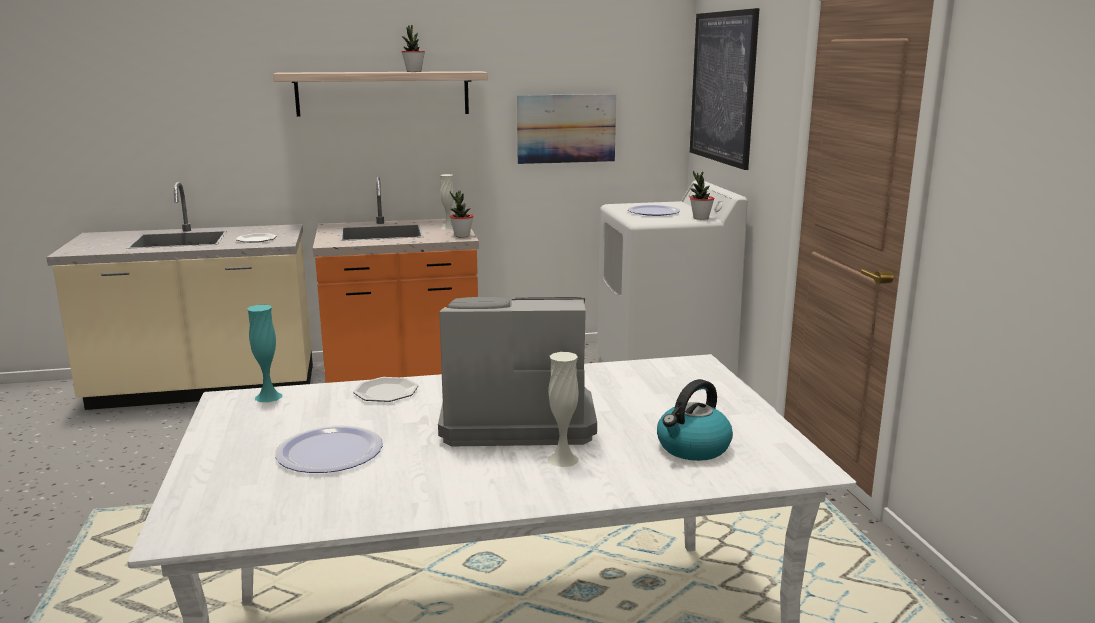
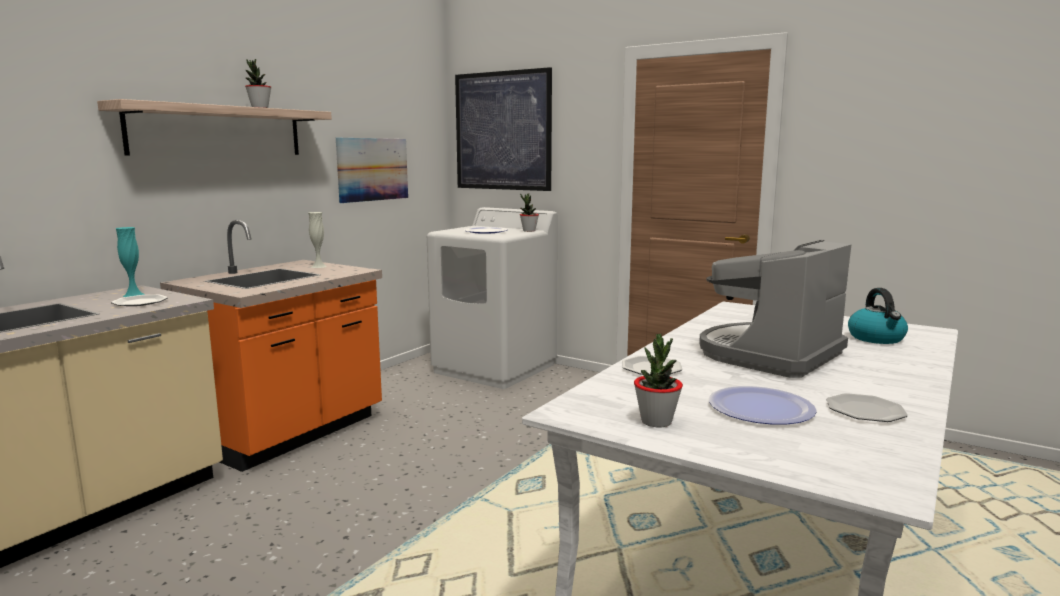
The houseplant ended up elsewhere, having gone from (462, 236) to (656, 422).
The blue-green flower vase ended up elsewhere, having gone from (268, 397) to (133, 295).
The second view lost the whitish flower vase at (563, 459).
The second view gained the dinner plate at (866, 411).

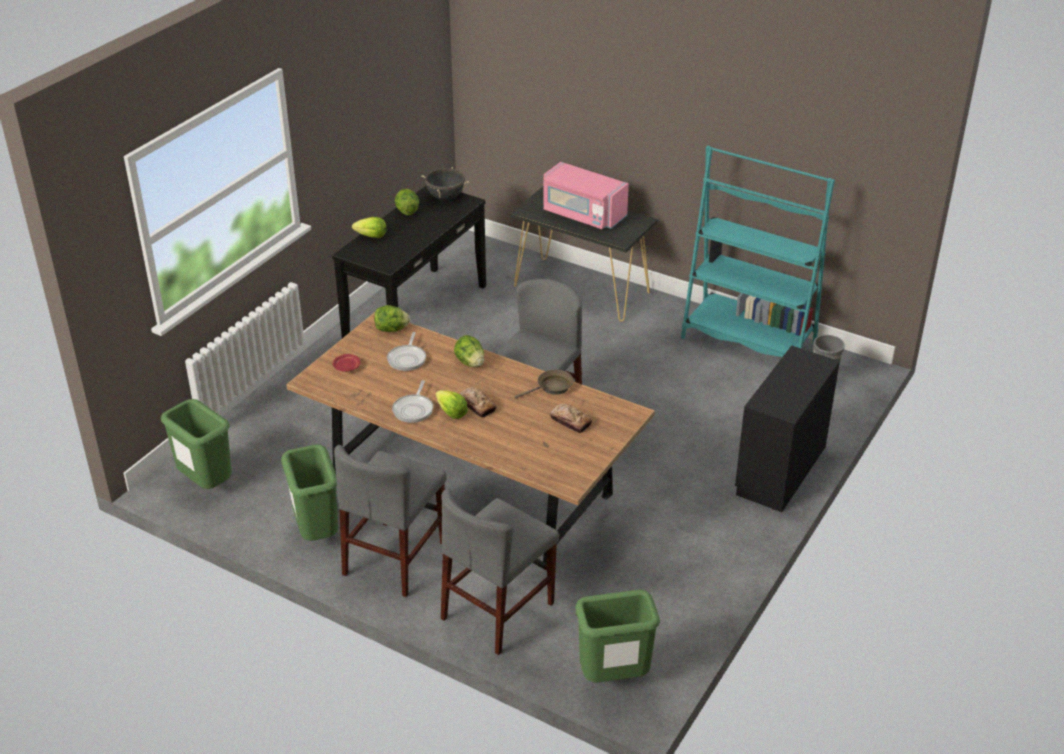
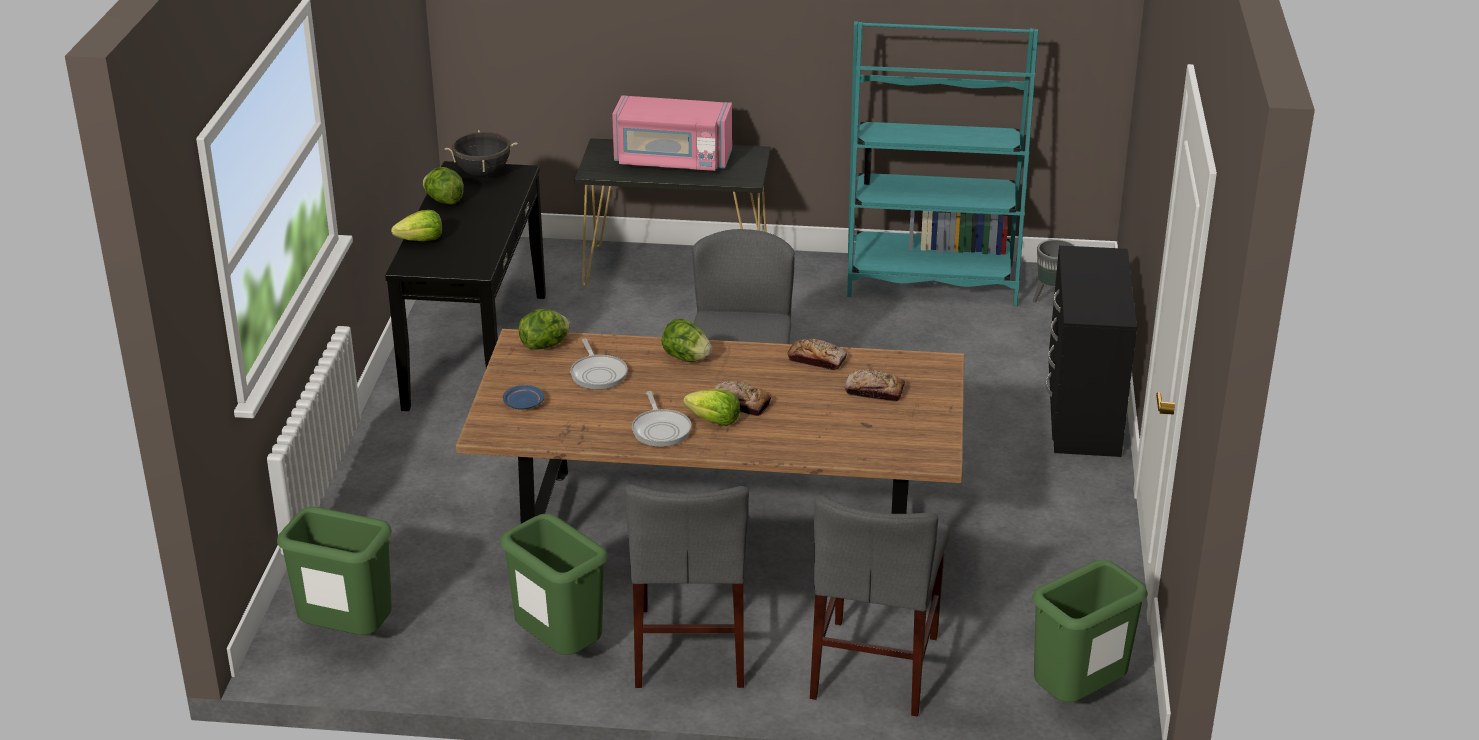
What was the red-coloured dinner plate at (346, 367) turned into the blue dinner plate at (523, 403).
Where the brownish pan stood at (552, 387), the baked bread came to stand at (817, 360).

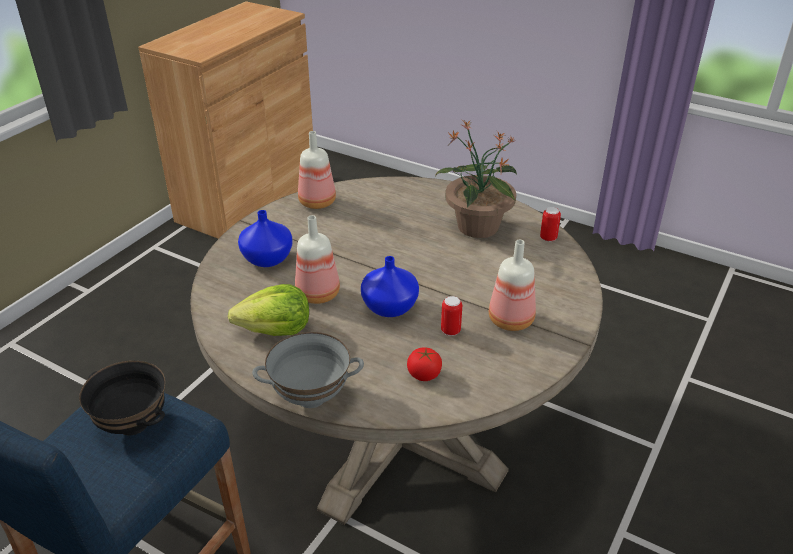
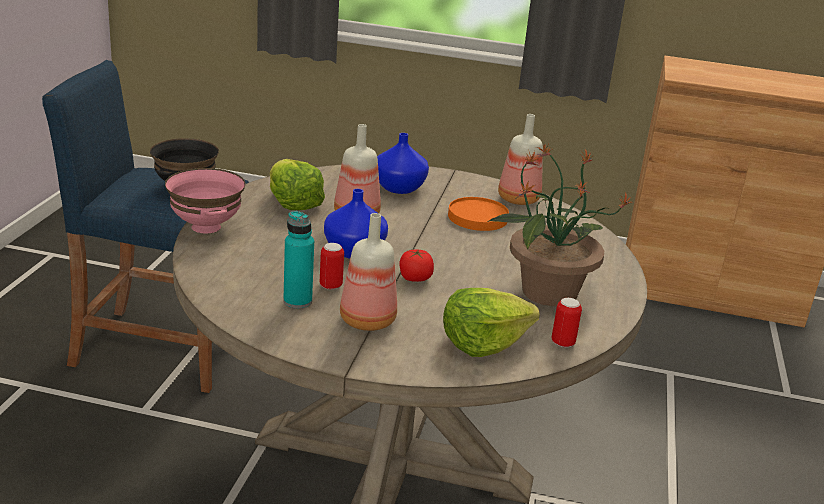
What was the greyish serving bowl at (310, 397) turned into the pink-coloured serving bowl at (205, 227).
The tomato ended up elsewhere, having gone from (424, 374) to (415, 278).
The second view gained the orange dinner plate at (478, 217).
The second view gained the blue-green bottle at (297, 301).
The second view gained the head of lettuce at (483, 342).

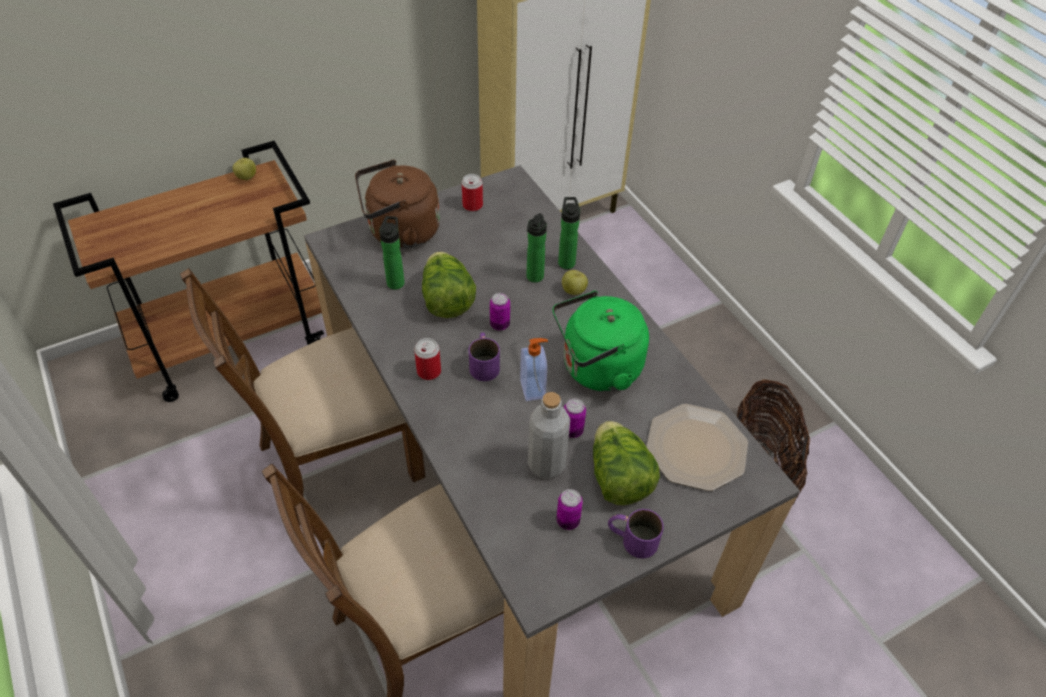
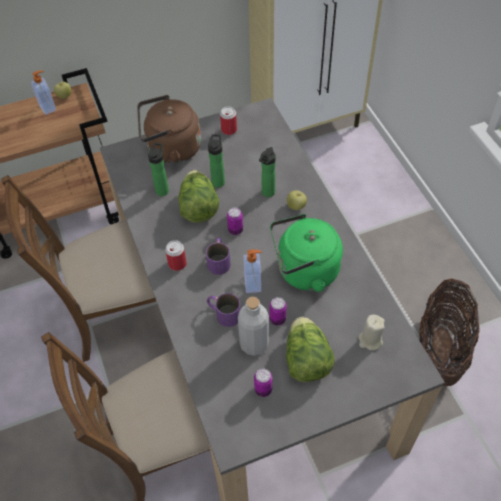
The bottle ended up elsewhere, having gone from (566, 261) to (218, 181).
Where the dinner plate stood at (696, 447), the sand-coloured candle came to stand at (370, 340).
The purple-coloured tea mug ended up elsewhere, having gone from (631, 538) to (223, 313).
The second view gained the soap bottle at (48, 107).

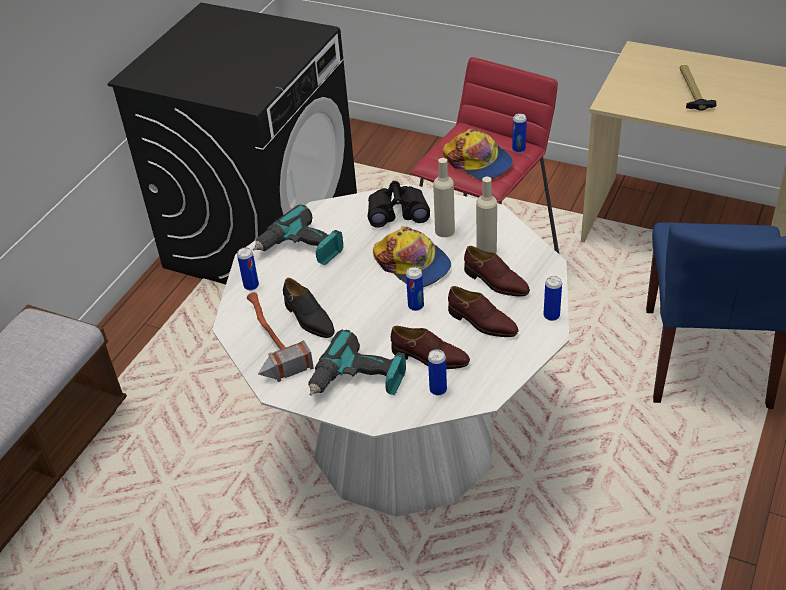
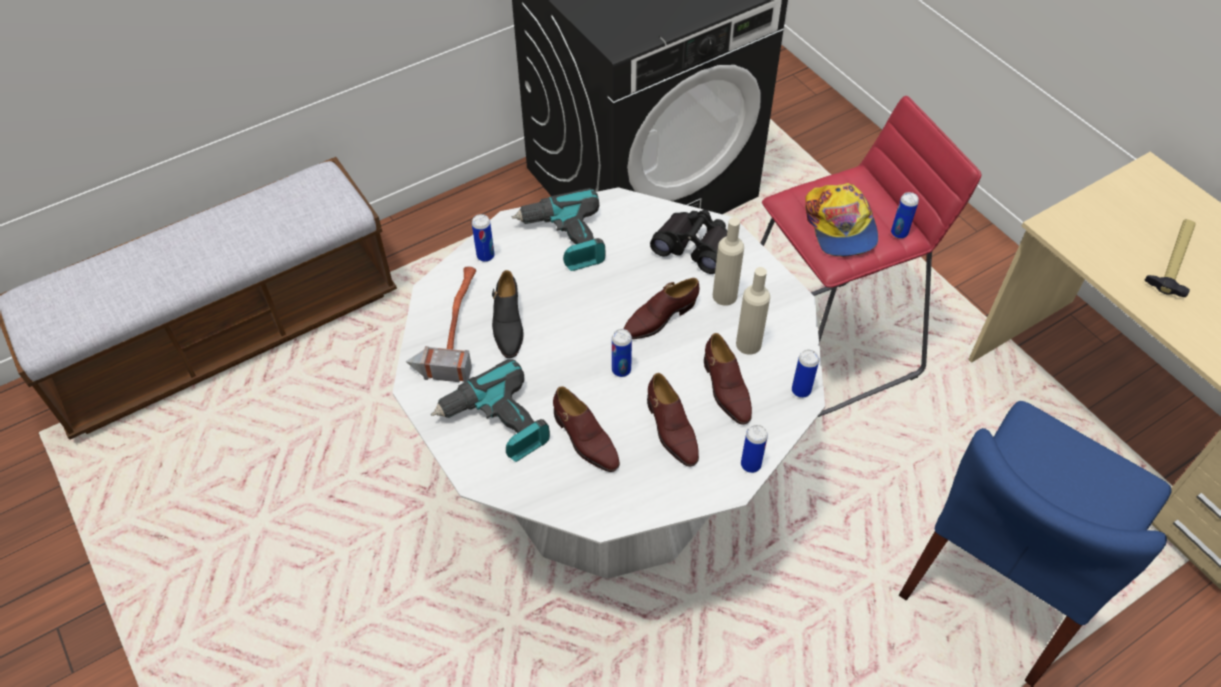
Where the peaked cap stood at (413, 263), the brownish low shoe came to stand at (659, 317).
The can ended up elsewhere, having gone from (438, 390) to (801, 390).

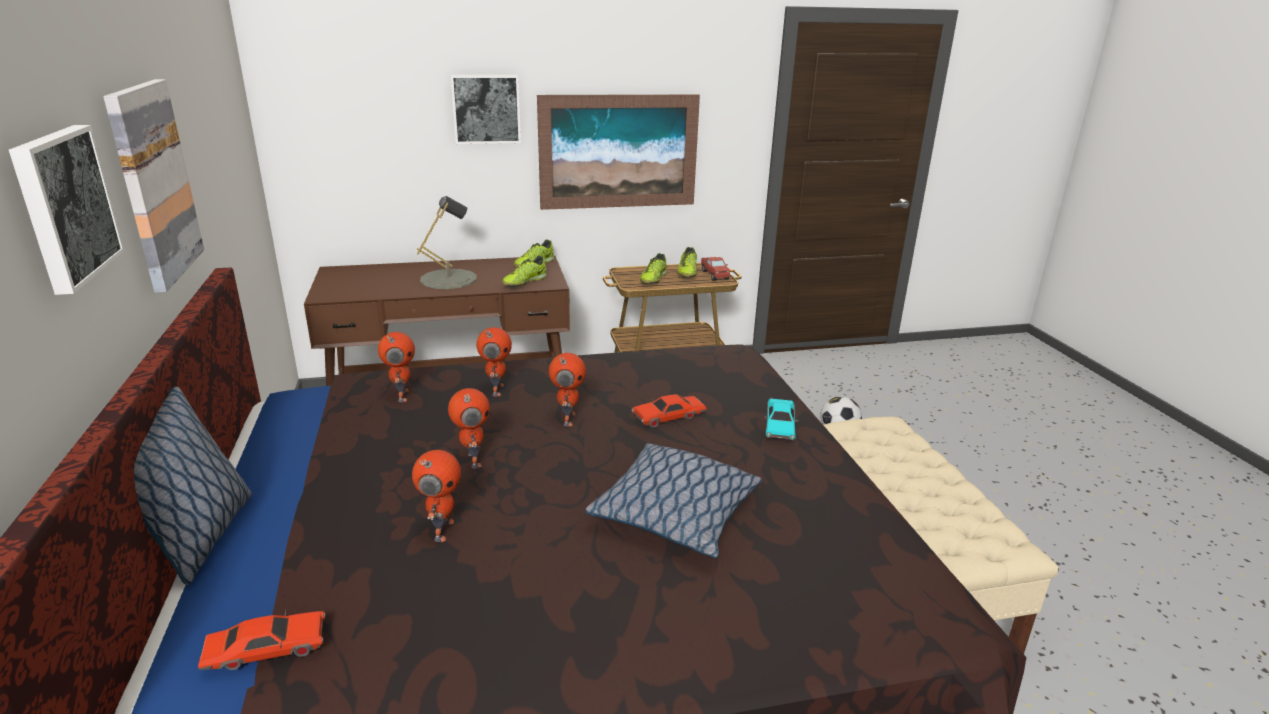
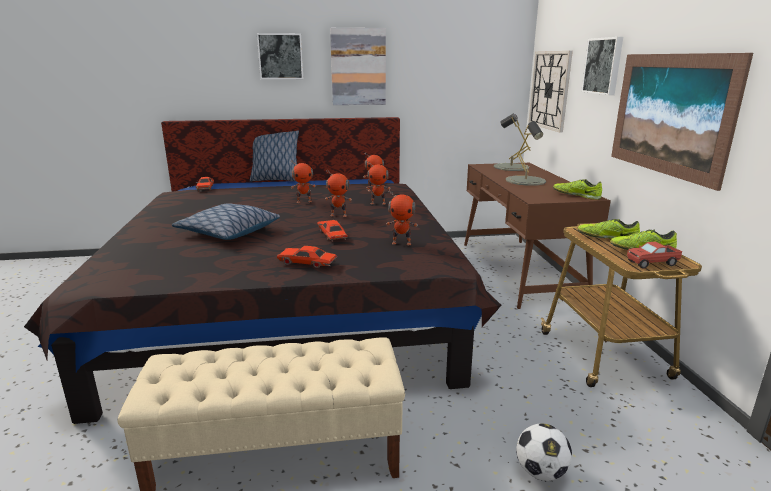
The second view lost the low shoe at (524, 282).
What was the blue-green model car at (779, 426) turned into the red-coloured model car at (307, 263).
The toy robot ended up elsewhere, having gone from (442, 530) to (401, 243).
The second view gained the clock on the wall at (550, 90).
The second view gained the greyish lamp for a table at (511, 167).

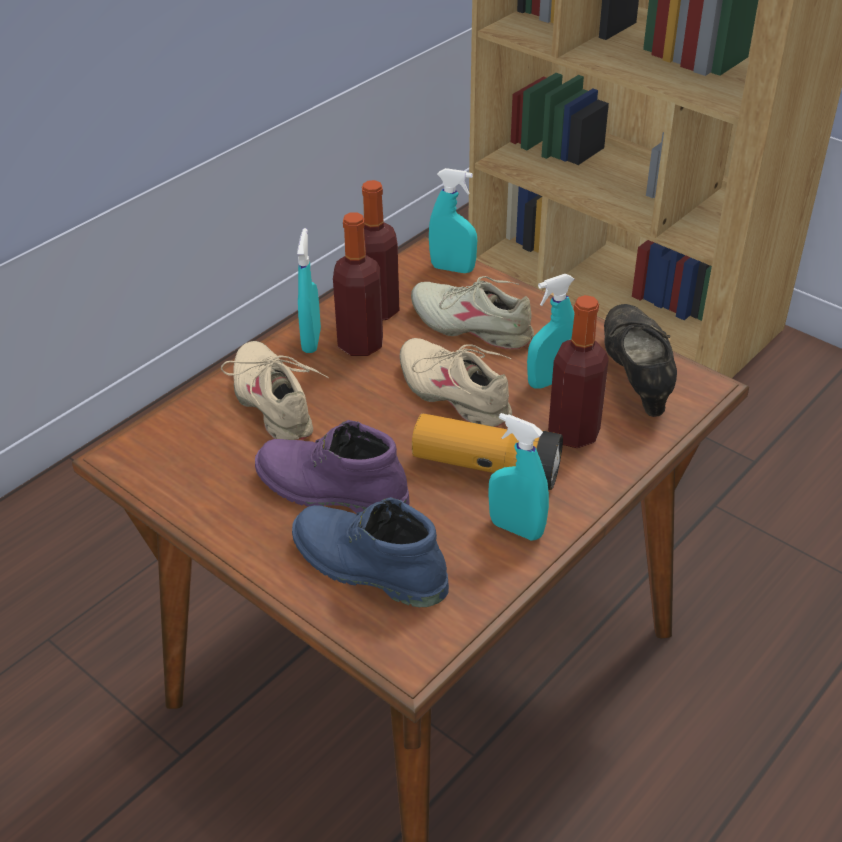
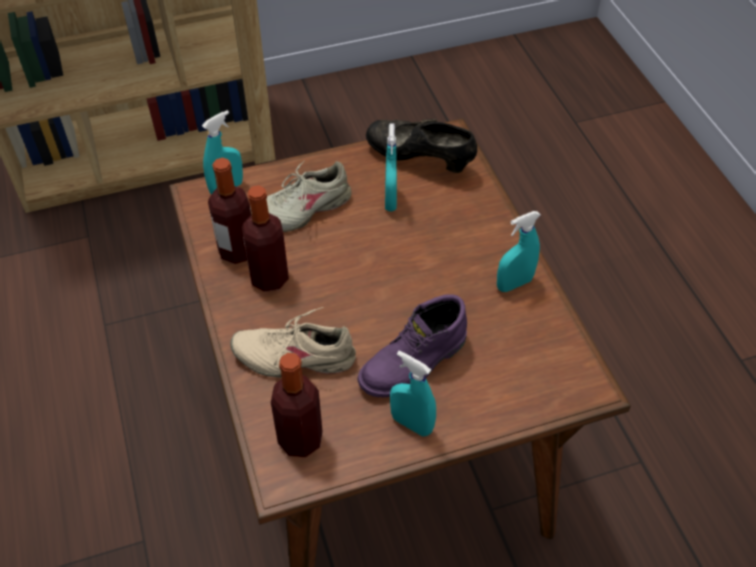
The blue-green hand sprayer ended up elsewhere, having gone from (311, 341) to (411, 424).
The bottle ended up elsewhere, having gone from (573, 433) to (300, 439).
The second view lost the sand-coloured low shoe at (455, 394).
The second view lost the flashlight at (486, 469).
The second view lost the blue tall boot at (366, 568).

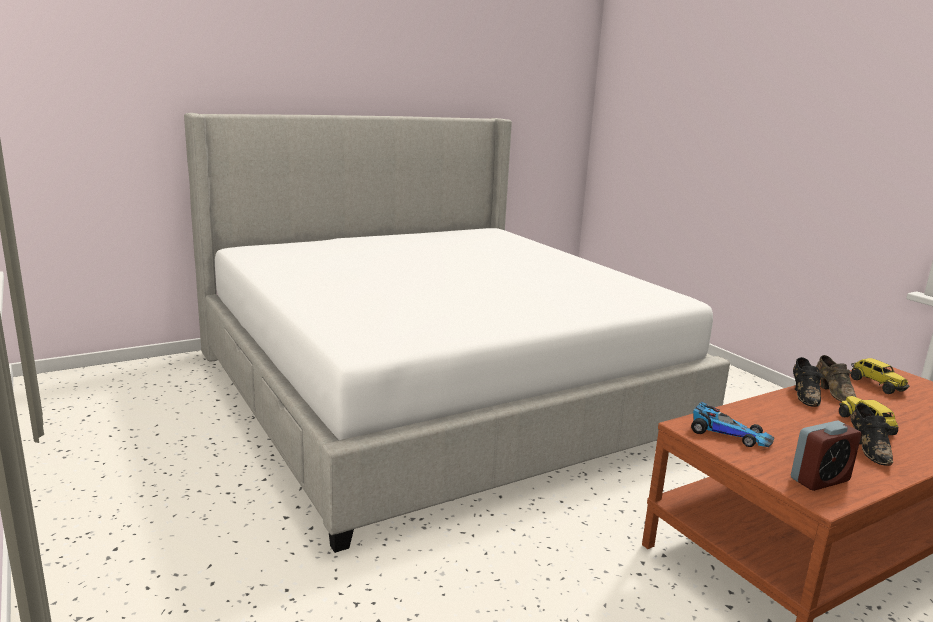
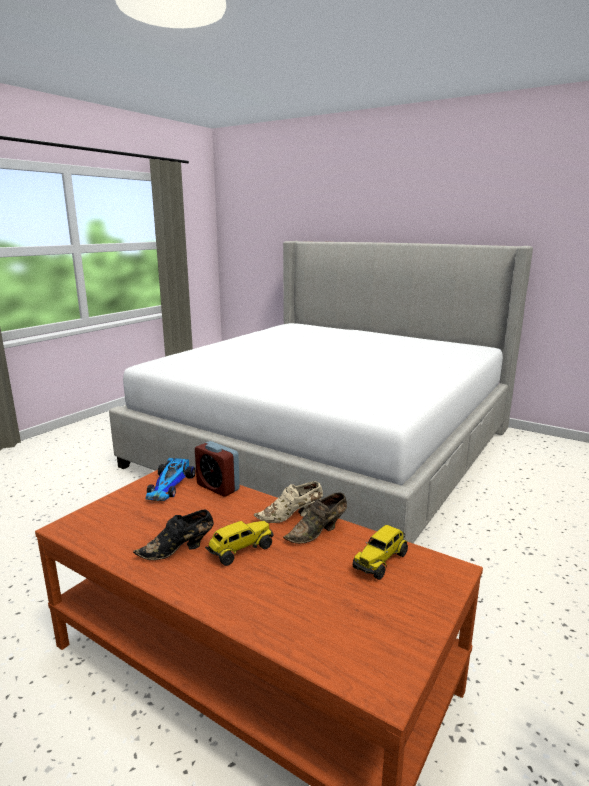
What was the black-coloured low shoe at (804, 395) turned into the sand-coloured low shoe at (291, 516).
The table clock ended up elsewhere, having gone from (819, 480) to (218, 487).

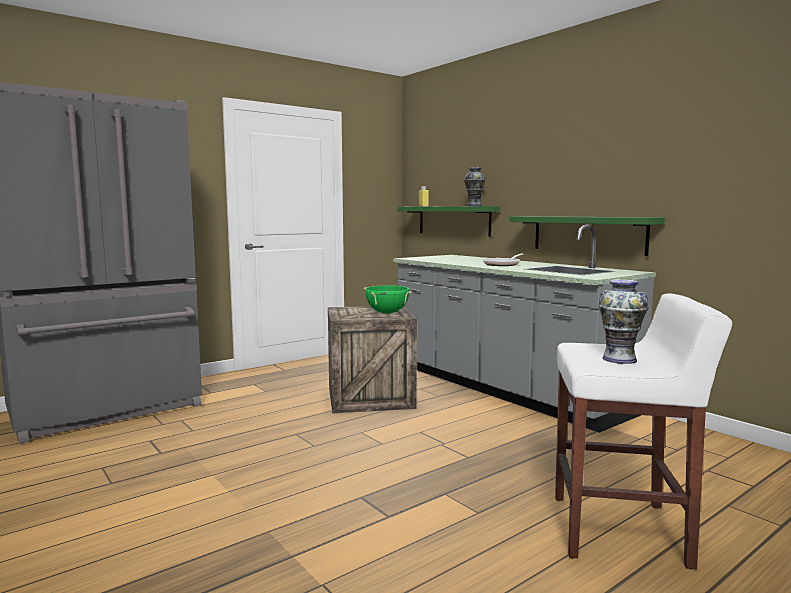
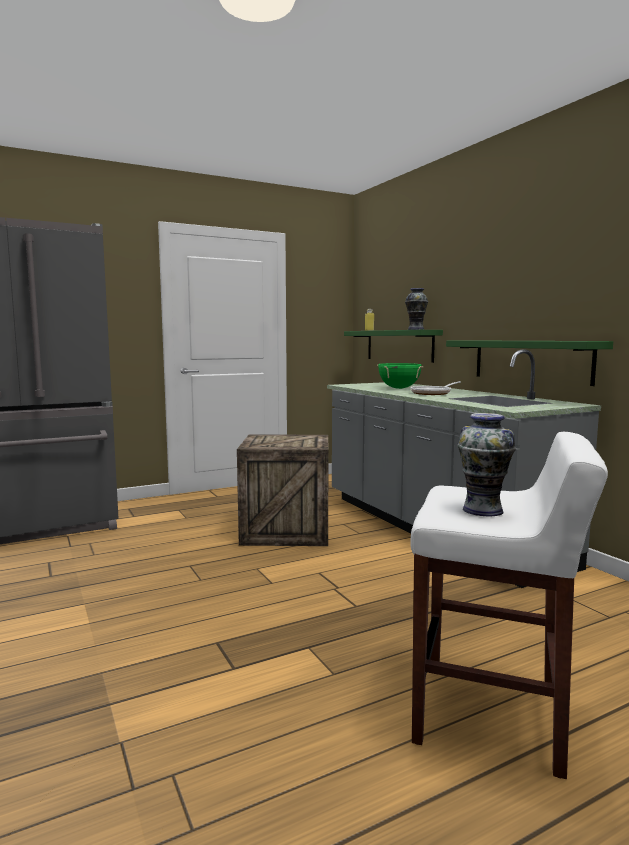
The green stockpot ended up elsewhere, having gone from (387, 313) to (399, 388).

